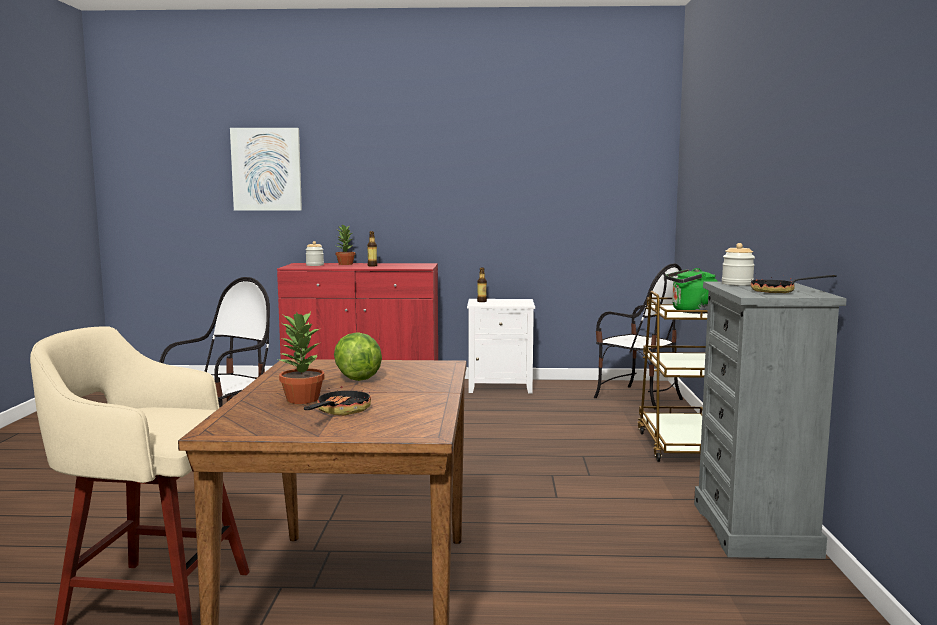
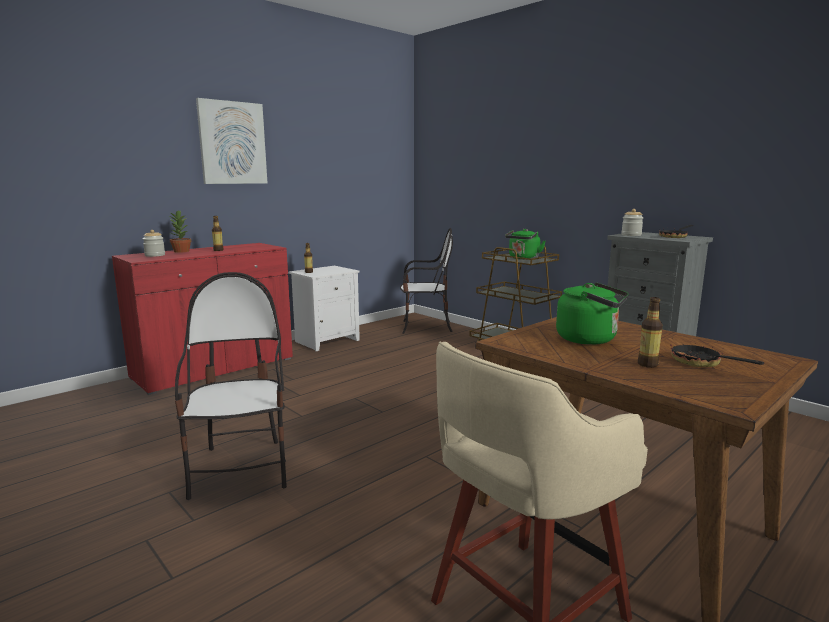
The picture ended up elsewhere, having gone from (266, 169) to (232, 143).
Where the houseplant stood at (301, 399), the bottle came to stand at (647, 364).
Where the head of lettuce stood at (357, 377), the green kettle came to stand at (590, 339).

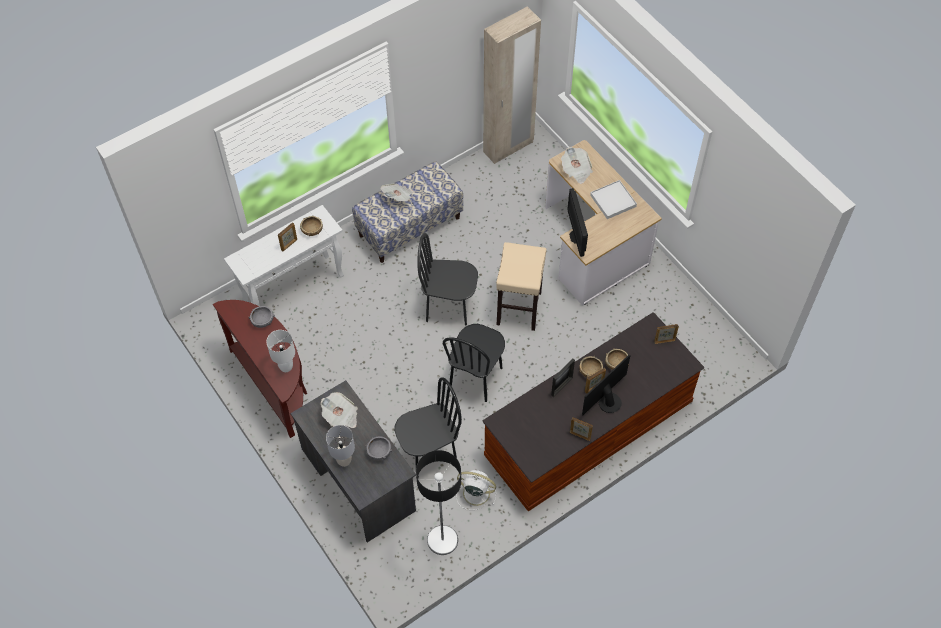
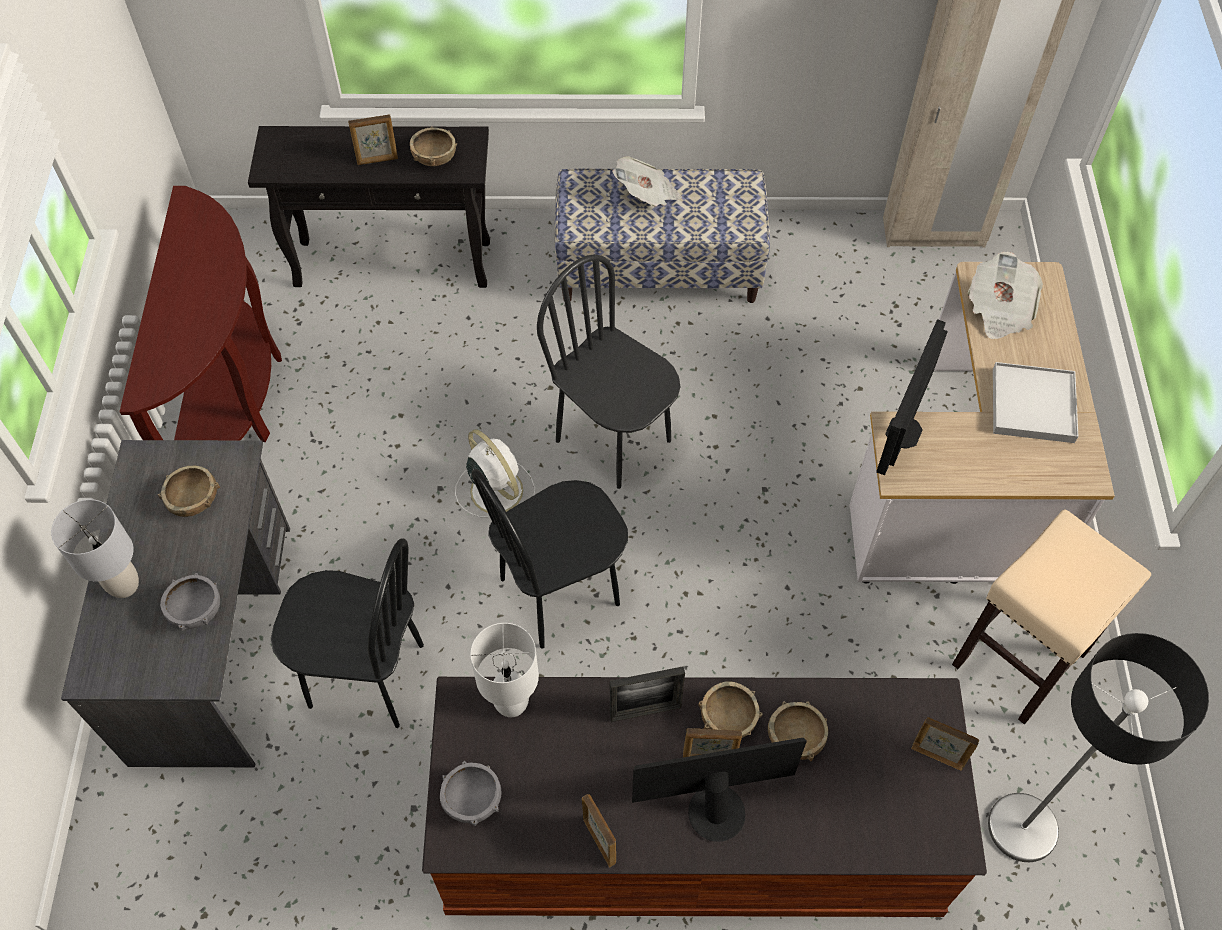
What was the whitish console table at (294, 288) turned into the black-coloured console table at (395, 263).
The sand-coloured stool seat ended up elsewhere, having gone from (519, 307) to (1020, 657).
The greyish serving bowl ended up elsewhere, having gone from (263, 321) to (472, 800).
The whitish lamp for a table ended up elsewhere, having gone from (286, 367) to (511, 704).
Where the daily paper stood at (341, 416), the brownish serving bowl came to stand at (194, 500).
The floor lamp ended up elsewhere, having gone from (442, 540) to (1022, 828).
The whitish electric fan ended up elsewhere, having gone from (475, 492) to (495, 489).

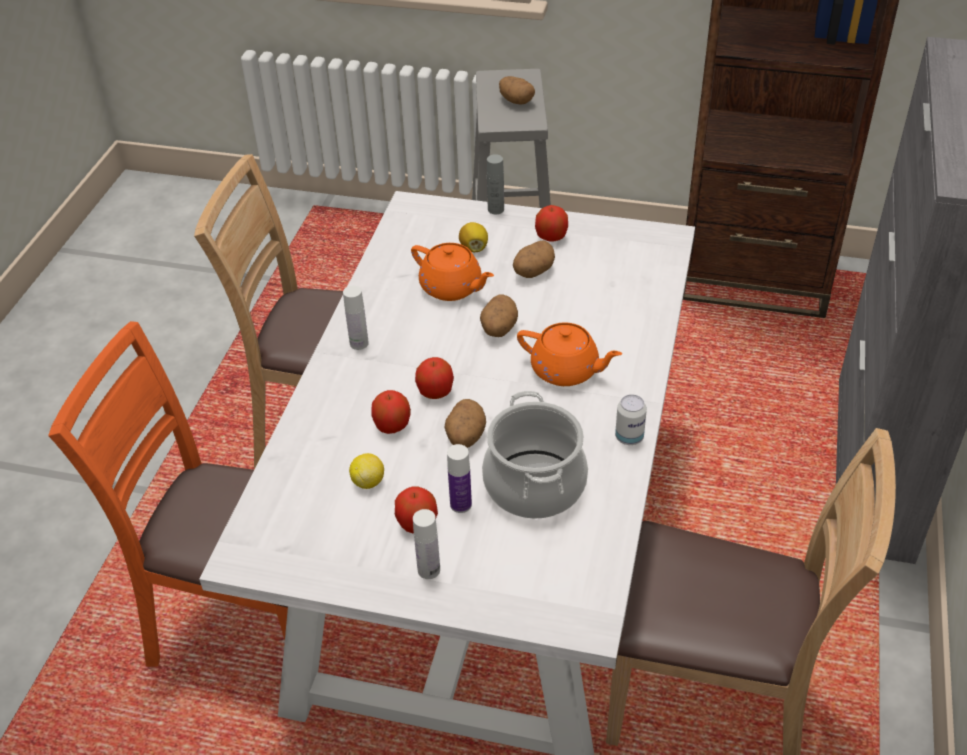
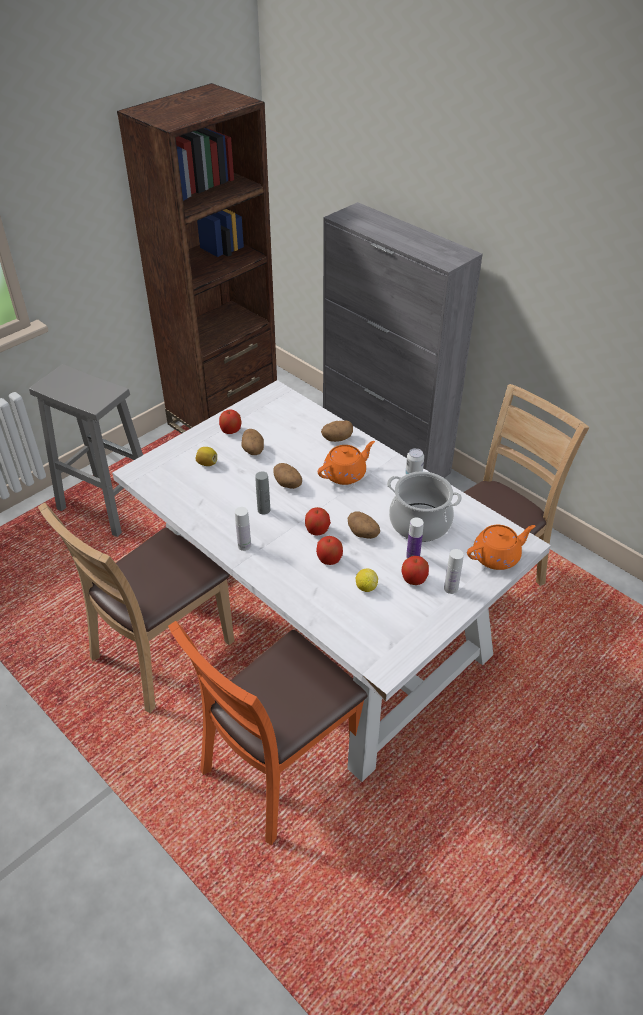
The spud ended up elsewhere, having gone from (516, 101) to (337, 438).
The greyish bottle ended up elsewhere, having gone from (496, 209) to (264, 510).
The orange tea pot ended up elsewhere, having gone from (452, 288) to (497, 556).

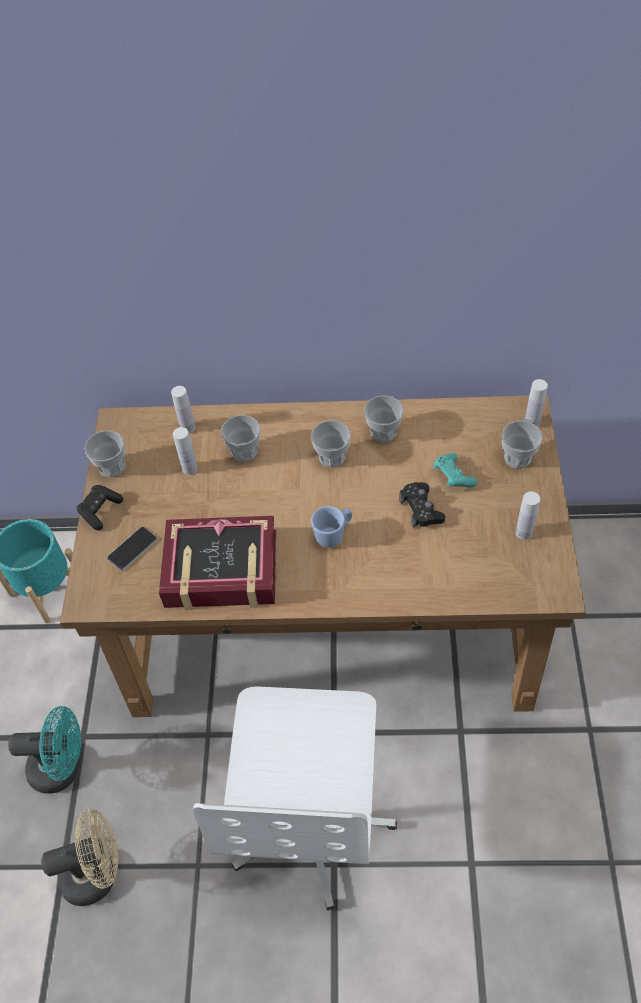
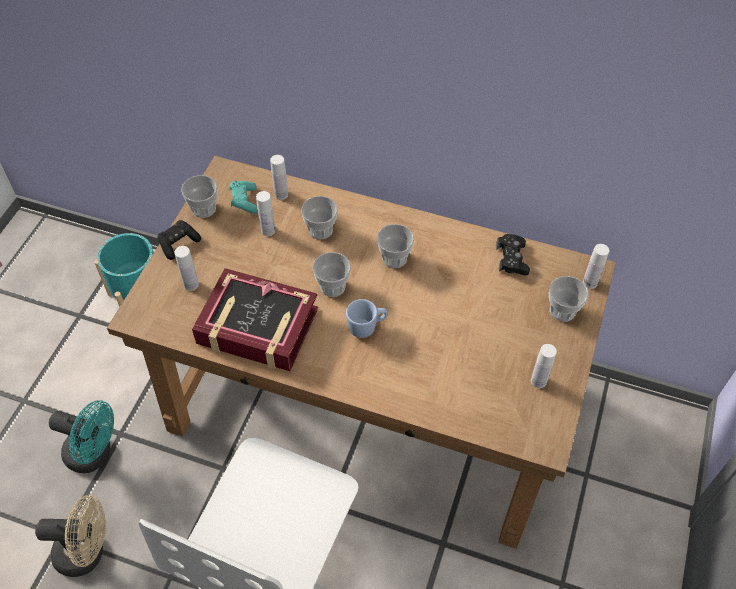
The drinking cup ended up elsewhere, having gone from (383, 432) to (332, 286).
The blue-green game controller ended up elsewhere, having gone from (453, 477) to (244, 201).
The black-coloured game controller ended up elsewhere, having gone from (421, 509) to (512, 259).
Where the phone stood at (132, 549), the whitish bottle came to stand at (191, 285).

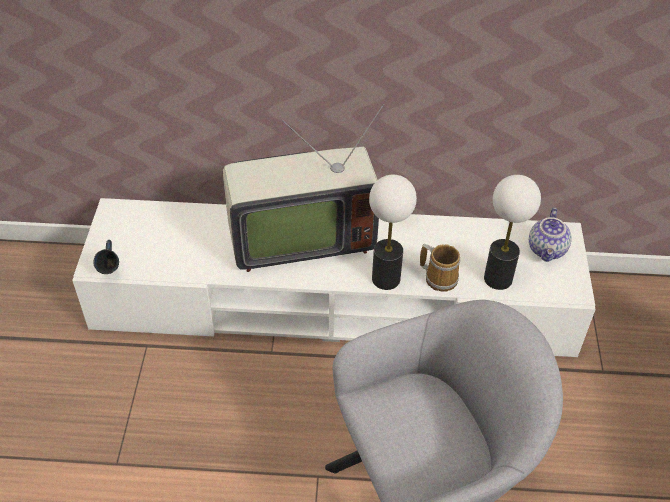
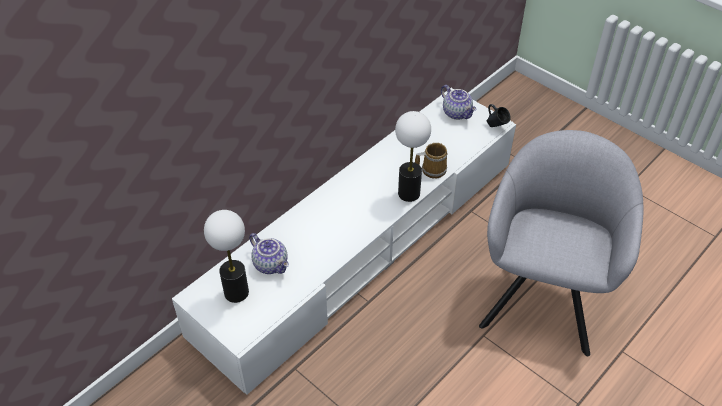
The second view lost the TV at (298, 238).
The lamp for a table ended up elsewhere, having gone from (498, 278) to (236, 292).
The blue tea mug ended up elsewhere, having gone from (111, 272) to (496, 126).
The second view gained the tea pot at (271, 264).

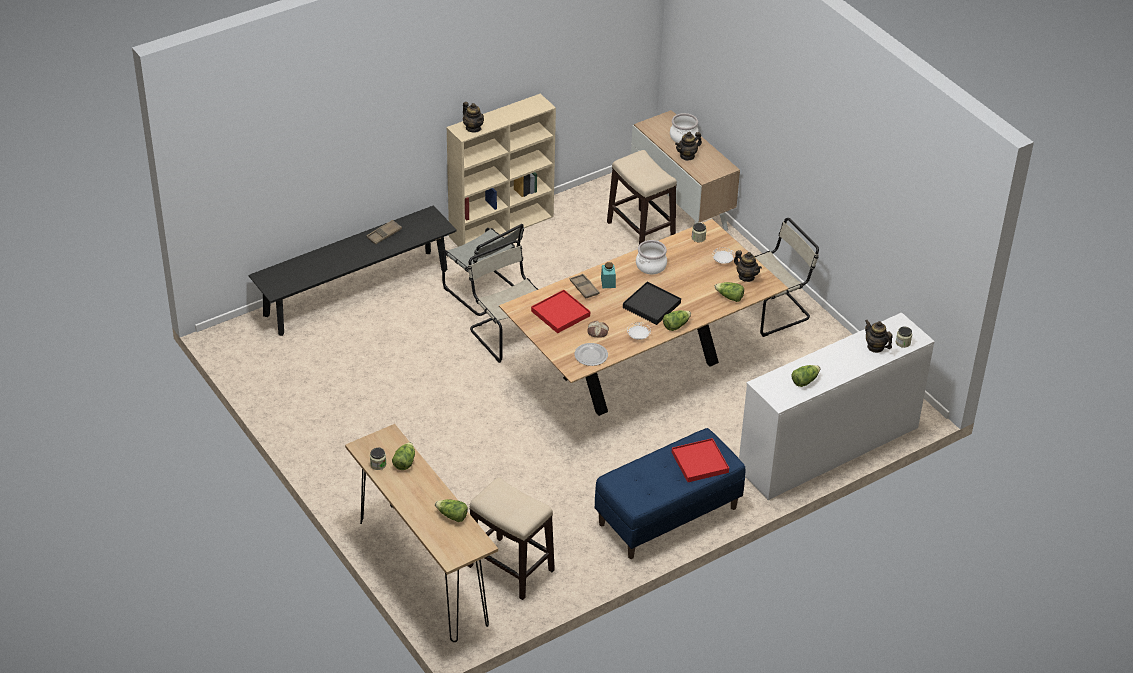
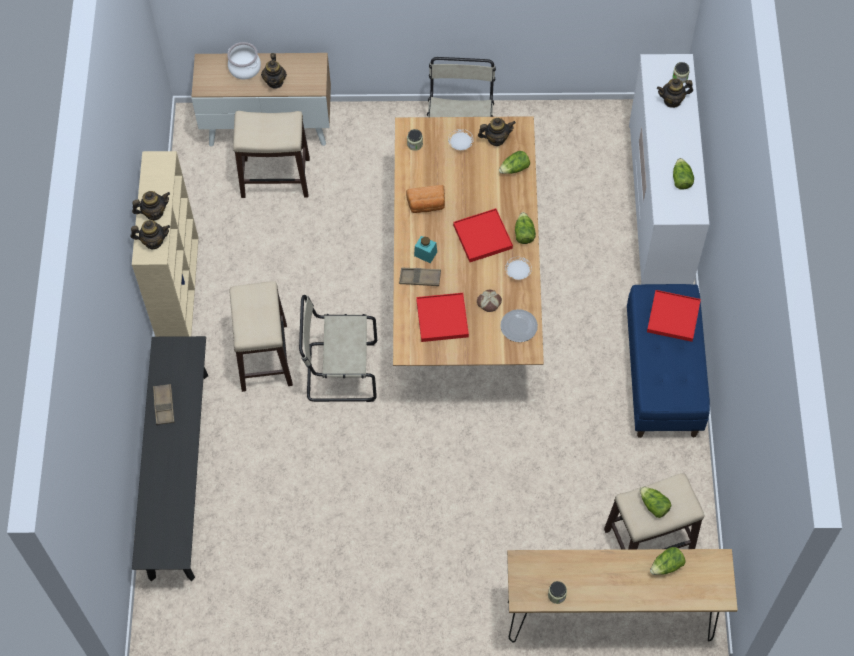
Where the greyish chair stood at (485, 292), the stool seat came to stand at (264, 358).
Where the stockpot stood at (650, 266), the baked bread came to stand at (426, 205).
What was the black-coloured tray at (651, 305) turned into the red-coloured tray at (482, 237).
The head of lettuce ended up elsewhere, having gone from (404, 462) to (653, 505).
The second view gained the tea pot at (154, 212).

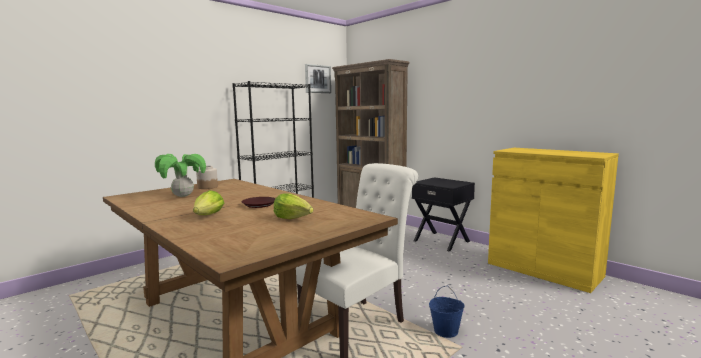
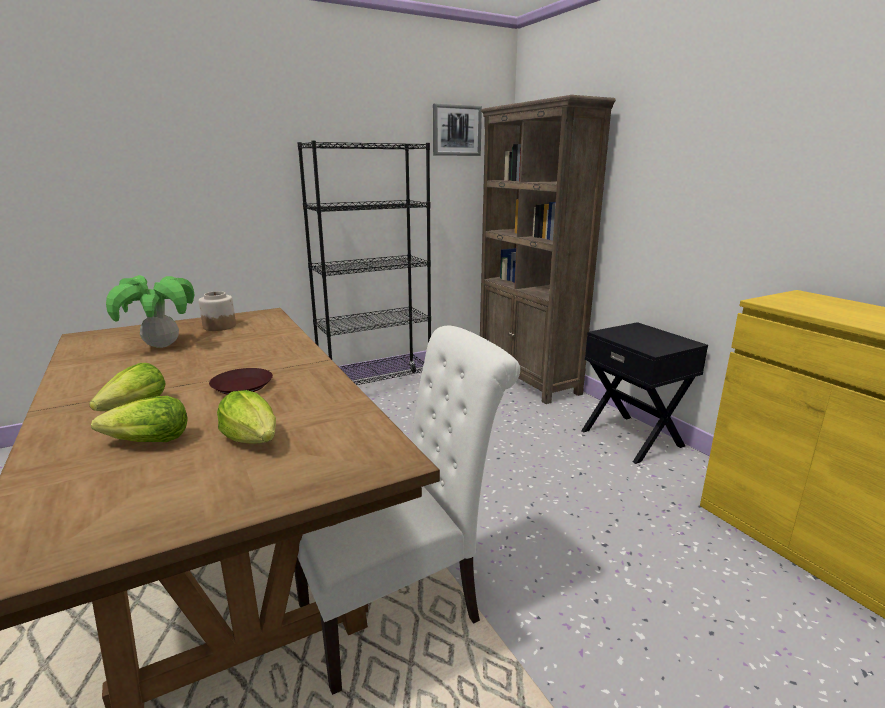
The second view lost the blue pail at (446, 331).
The second view gained the head of lettuce at (148, 442).

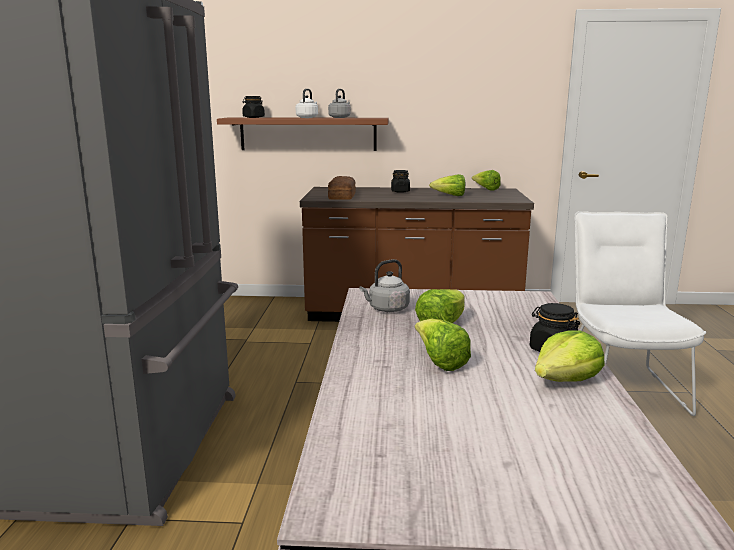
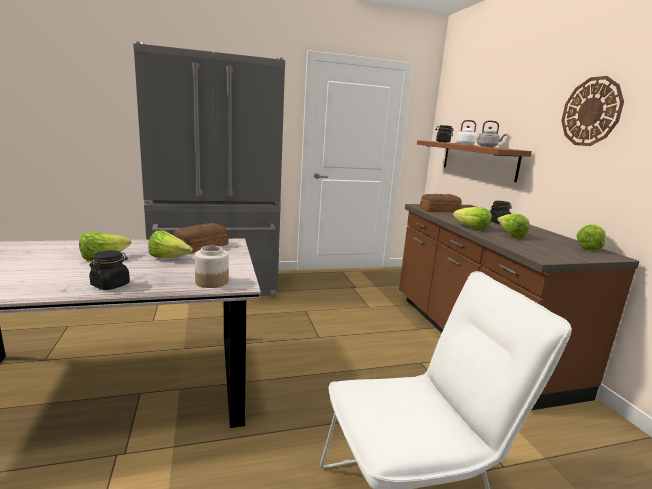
Where the greyish kettle stood at (386, 309), the baked bread came to stand at (200, 246).
The head of lettuce ended up elsewhere, having gone from (566, 380) to (472, 228).
The second view gained the clock on the wall at (591, 112).
The second view gained the preserve jar at (211, 282).

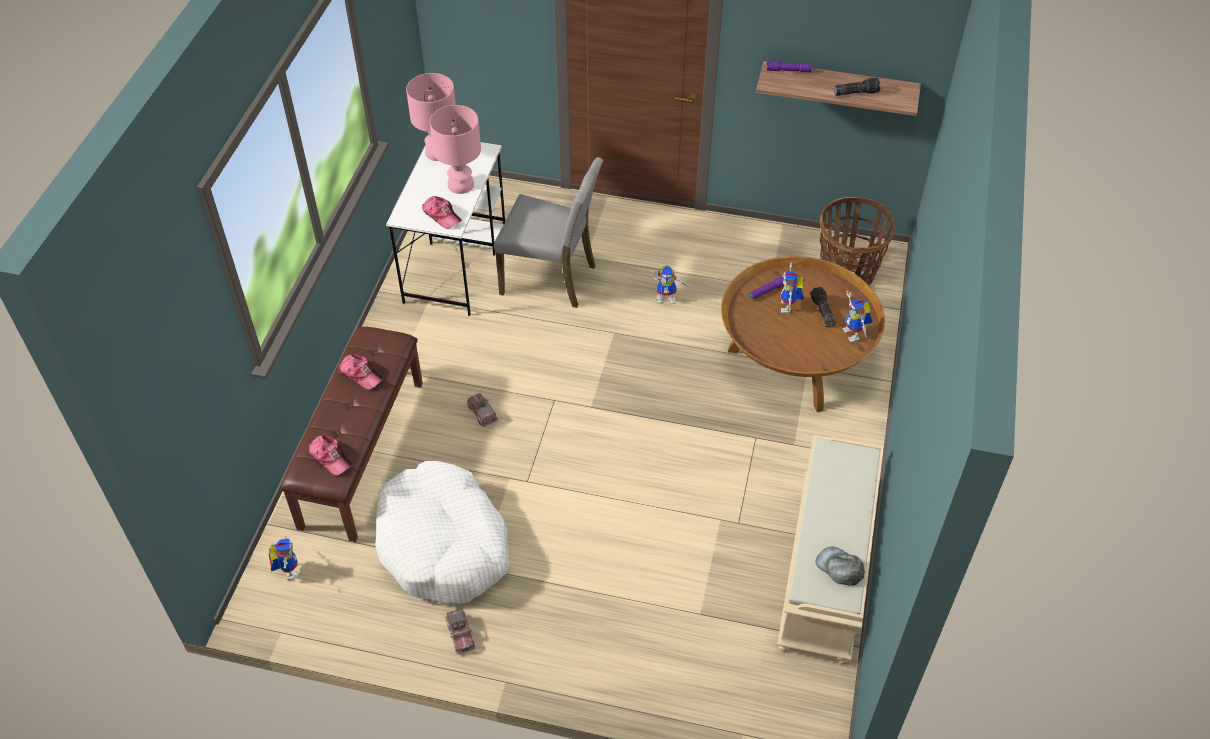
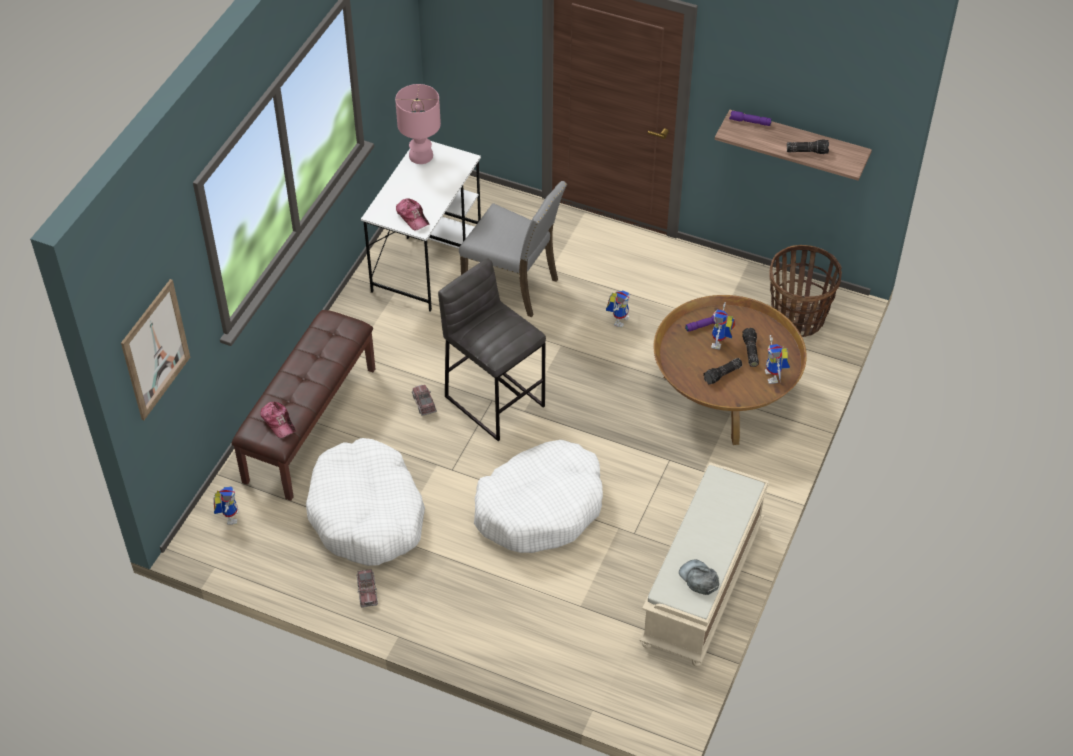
The second view lost the pink-coloured lamp for a table at (461, 185).
The toy robot at (667, 297) ended up facing another way, 75 degrees counterclockwise from before.
The second view lost the peaked cap at (361, 374).
The second view gained the greyish stool seat at (494, 400).
The second view gained the picture at (155, 349).
The second view gained the flashlight at (723, 375).
The second view gained the whitish dog cushion at (540, 507).

